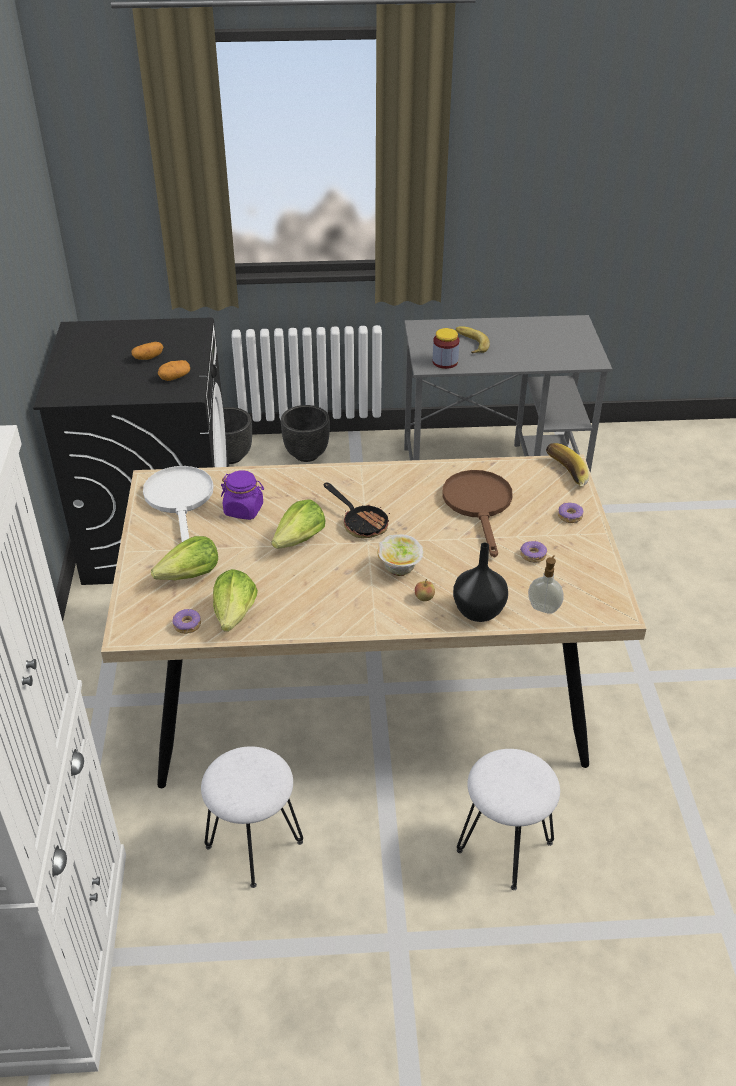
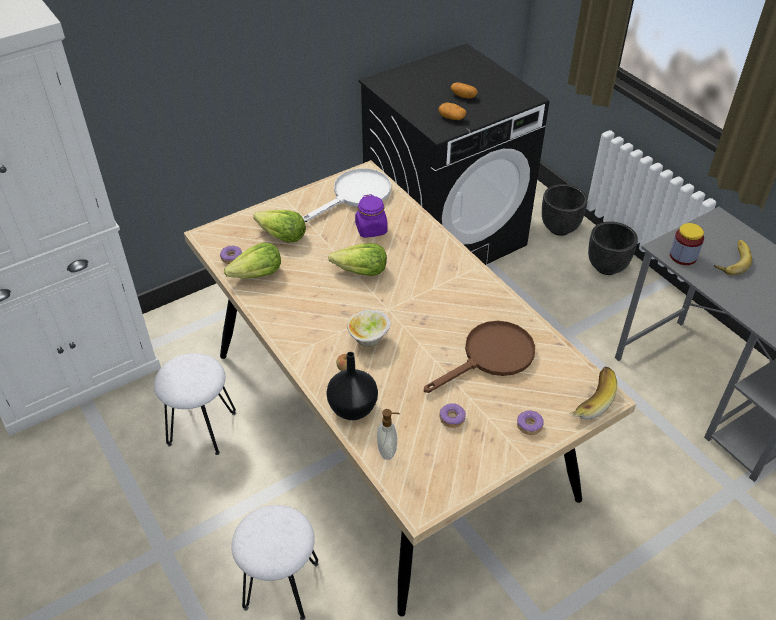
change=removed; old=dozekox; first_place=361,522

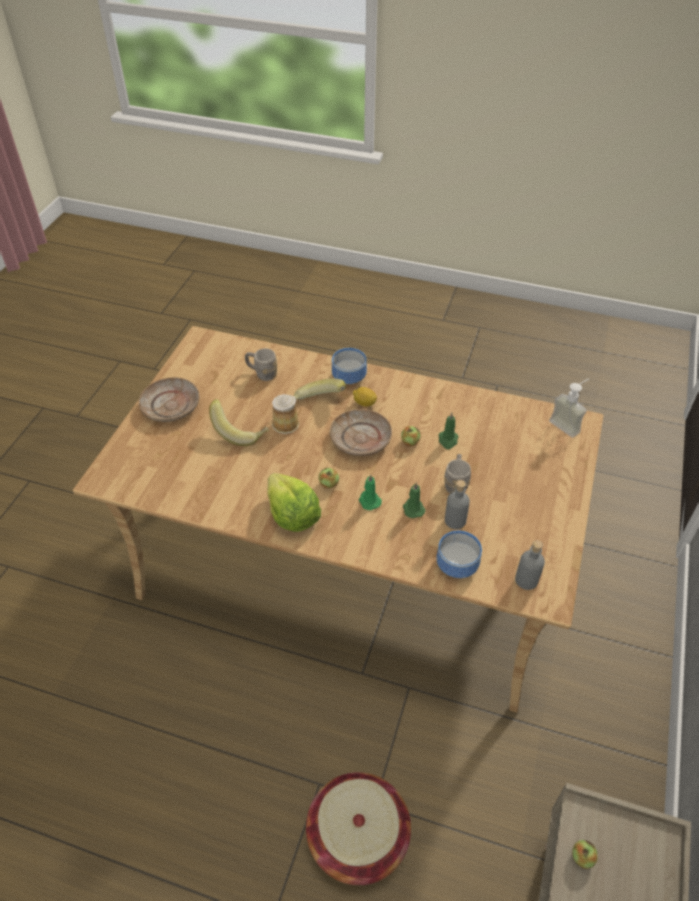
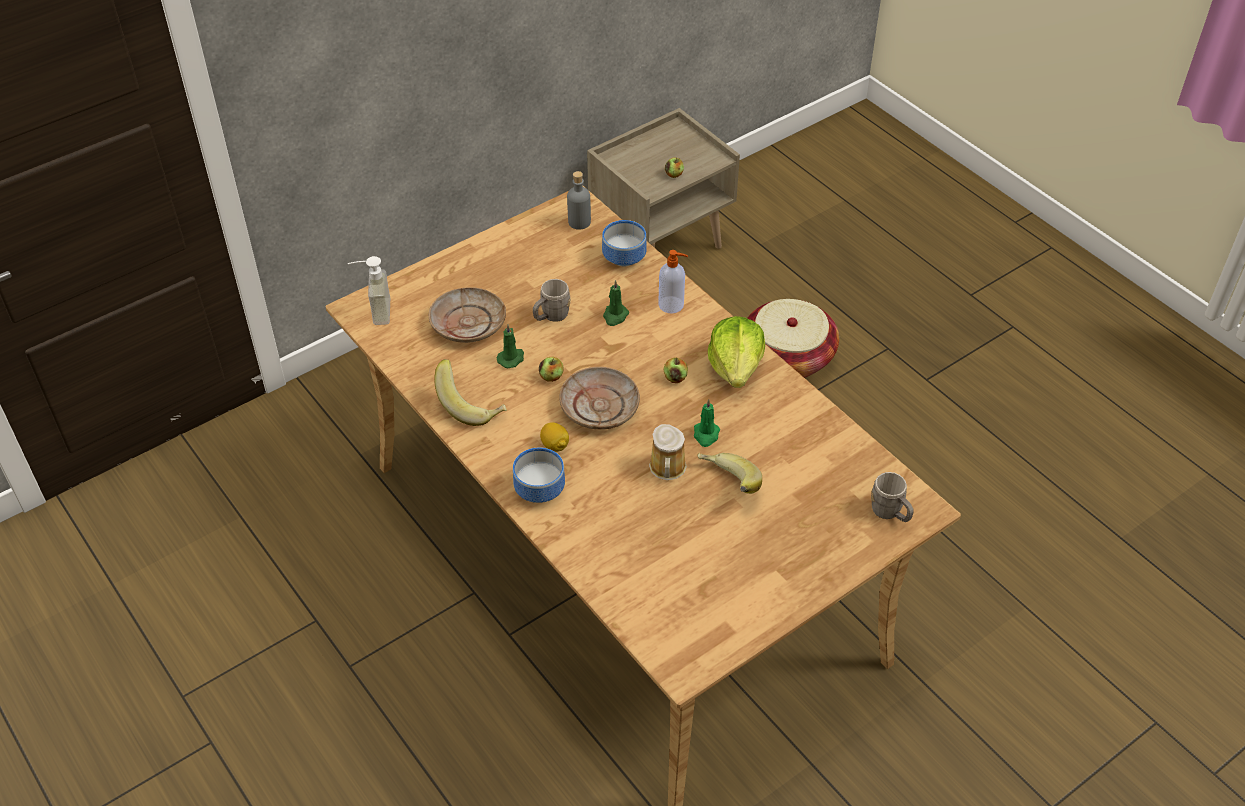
change=moved; old=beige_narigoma; first_place=171,406; second_place=467,323
change=moved; old=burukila; first_place=316,404; second_place=471,406
change=added; new=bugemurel; second_place=672,305
change=moved; old=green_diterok; first_place=369,500; second_place=706,435
change=moved; old=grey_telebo; first_place=262,373; second_place=890,513
change=removed; old=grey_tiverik; first_place=455,520

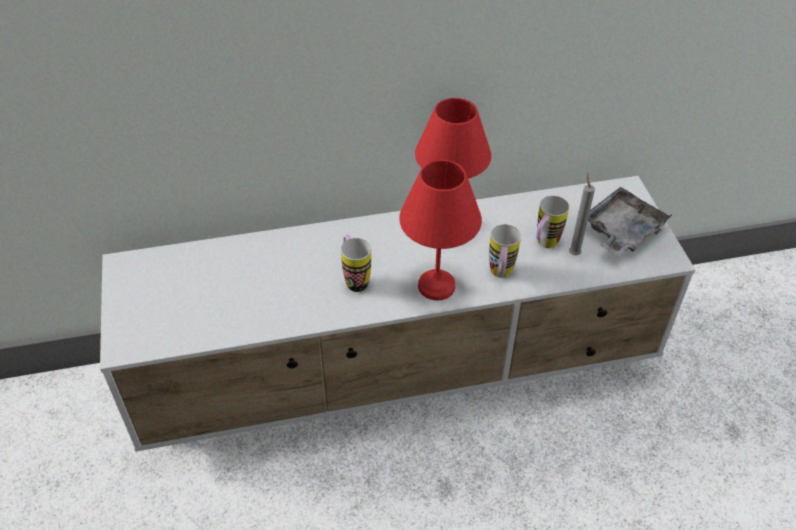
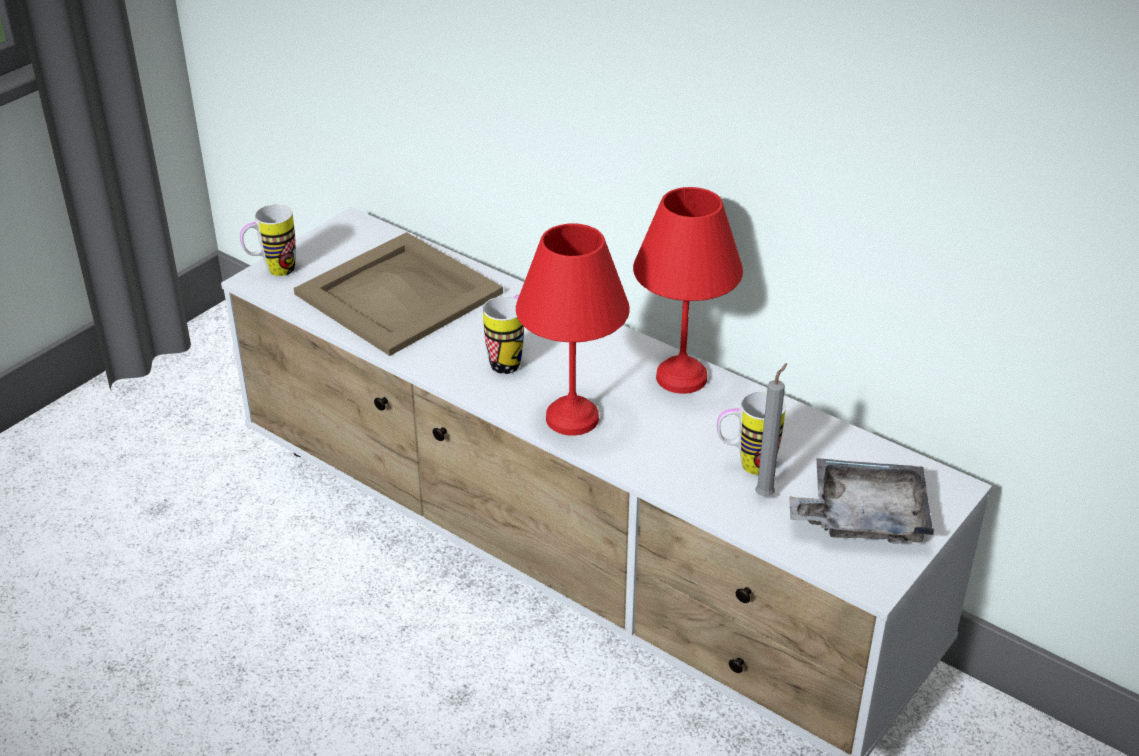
change=moved; old=telebo; first_place=500,275; second_place=272,271
change=added; new=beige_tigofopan; second_place=400,293

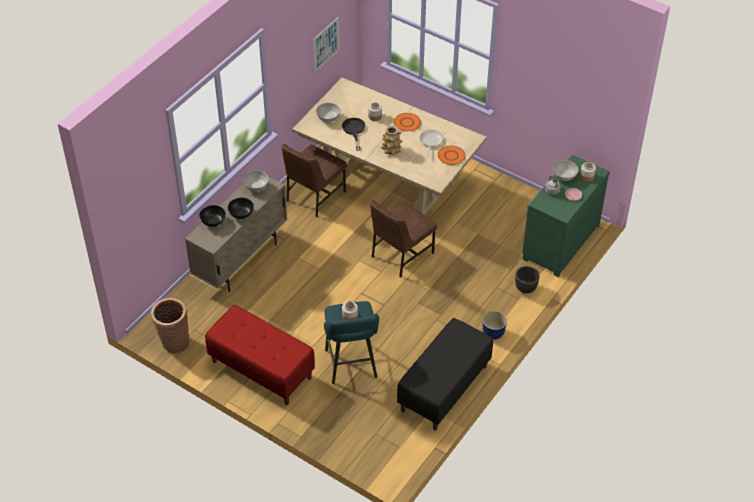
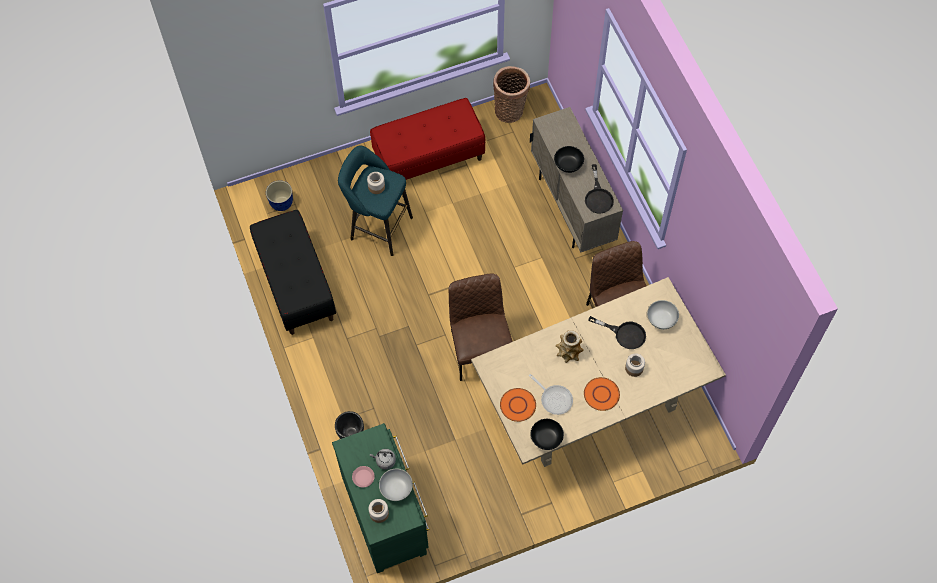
change=moved; old=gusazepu; first_place=493,333; second_place=282,203
change=moved; old=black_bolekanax; first_place=213,222; second_place=546,439
change=replaced; old=white_bolekanax; new=black_dozekox; first_place=256,187; second_place=598,197
change=removed; old=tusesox; first_place=326,44

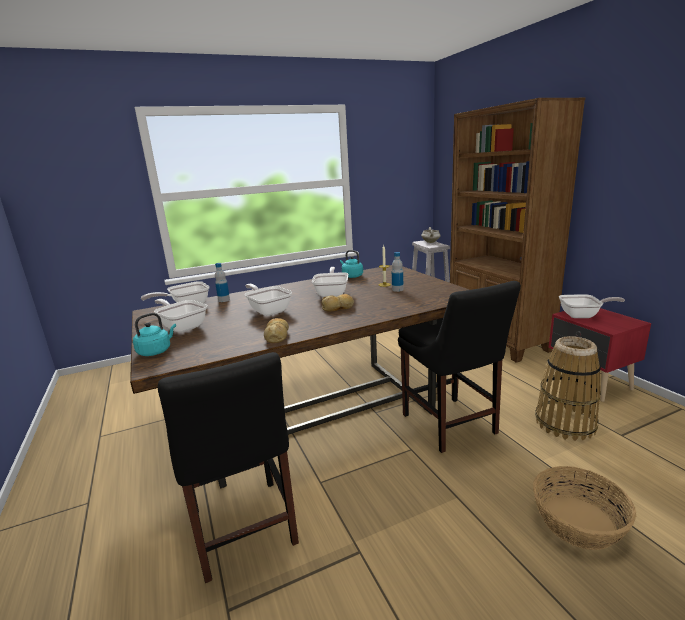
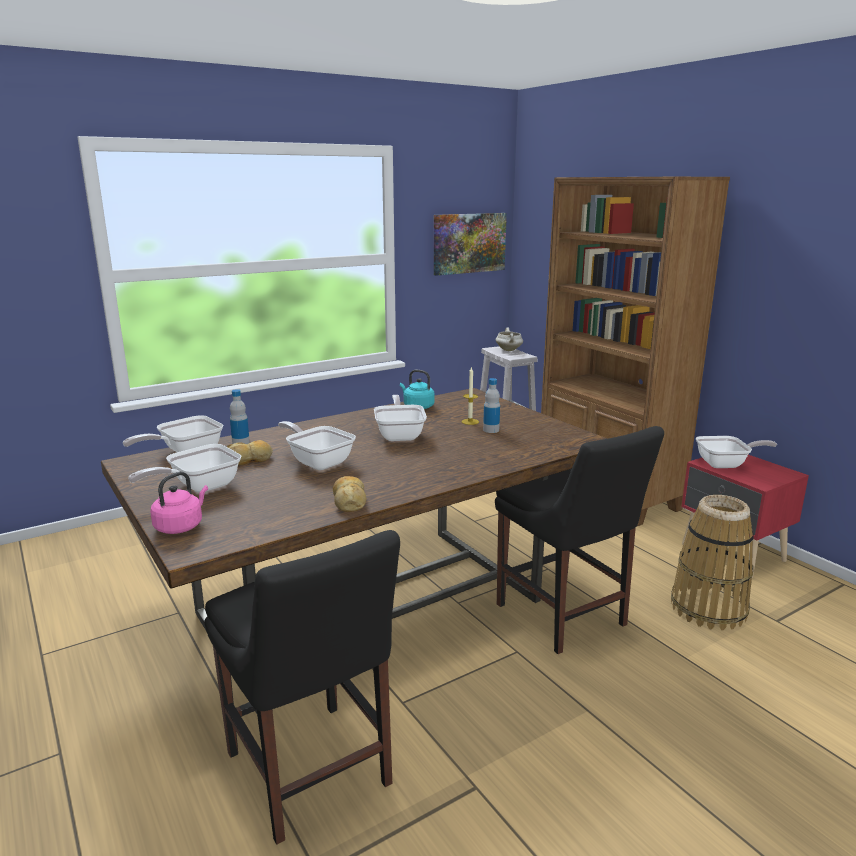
change=turned; old=dozekox; first_place=182,326; second_place=199,487; degrees=-75
change=recoloured; old=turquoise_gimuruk; new=pink_gimuruk; first_place=156,351; second_place=181,526
change=moved; old=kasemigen; first_place=338,308; second_place=250,460
change=added; new=tusesox; second_place=469,243
change=removed; old=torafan; first_place=577,521

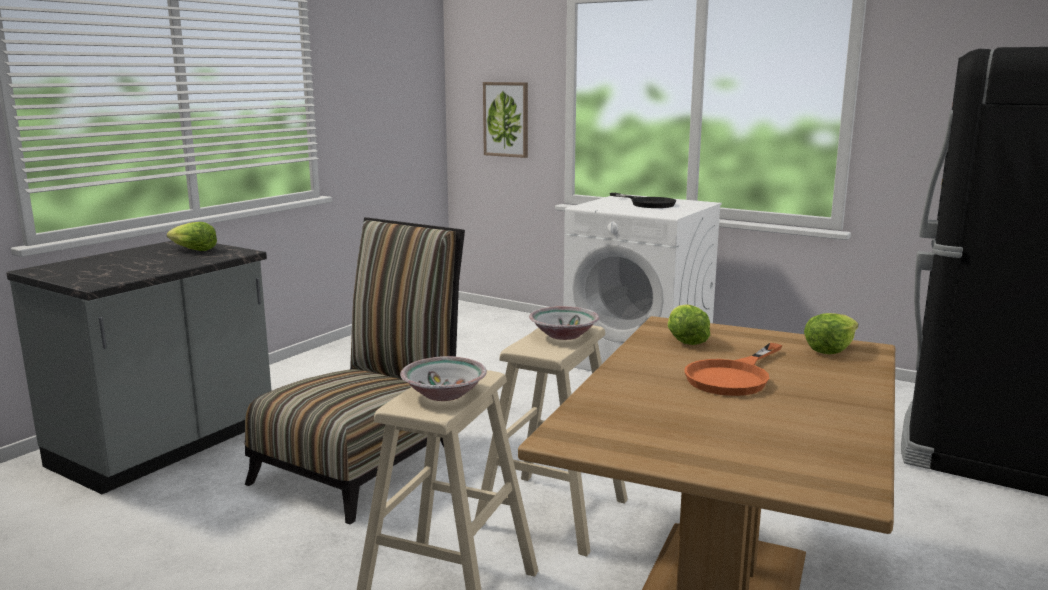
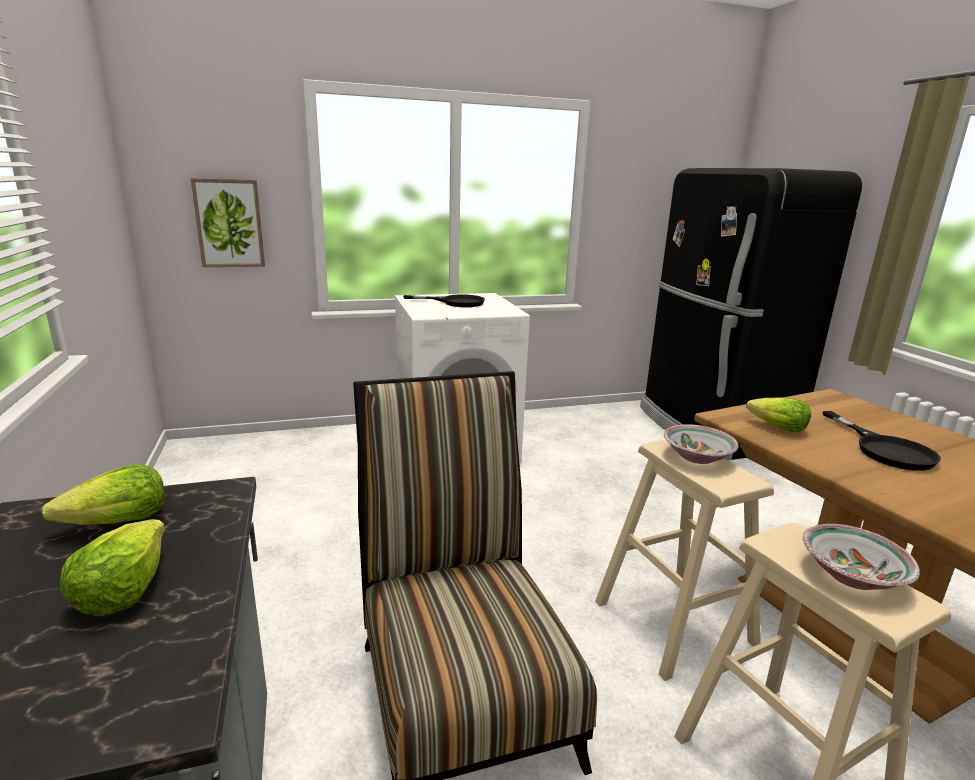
change=moved; old=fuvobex; first_place=829,349; second_place=122,589
change=recoloured; old=orange_dozekox; new=black_dozekox; first_place=733,376; second_place=885,449

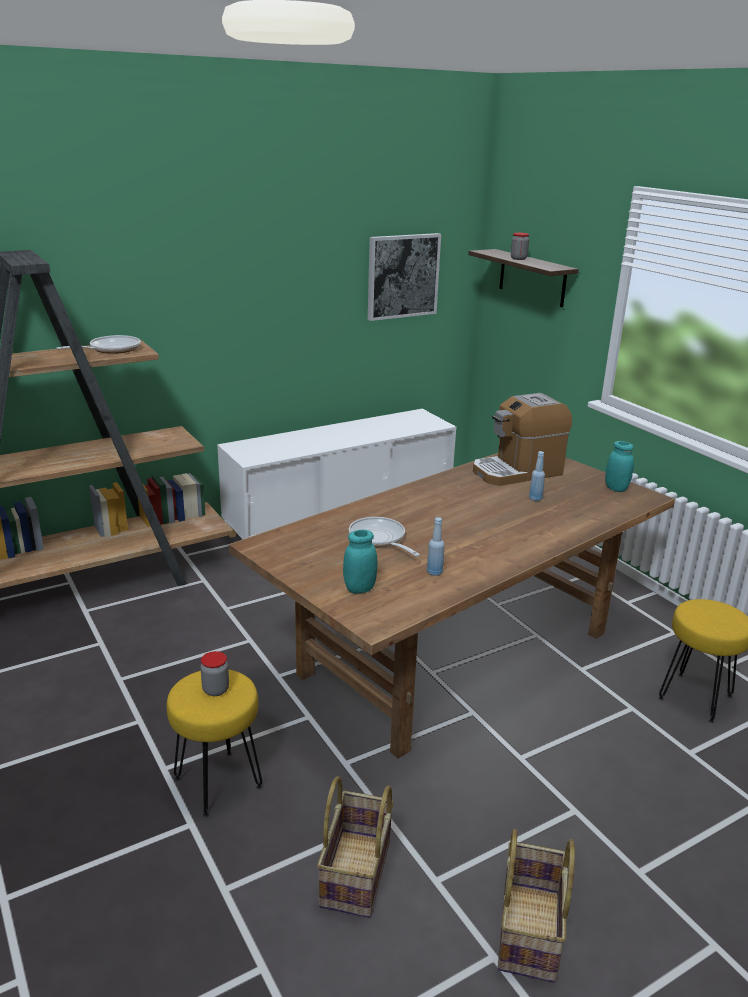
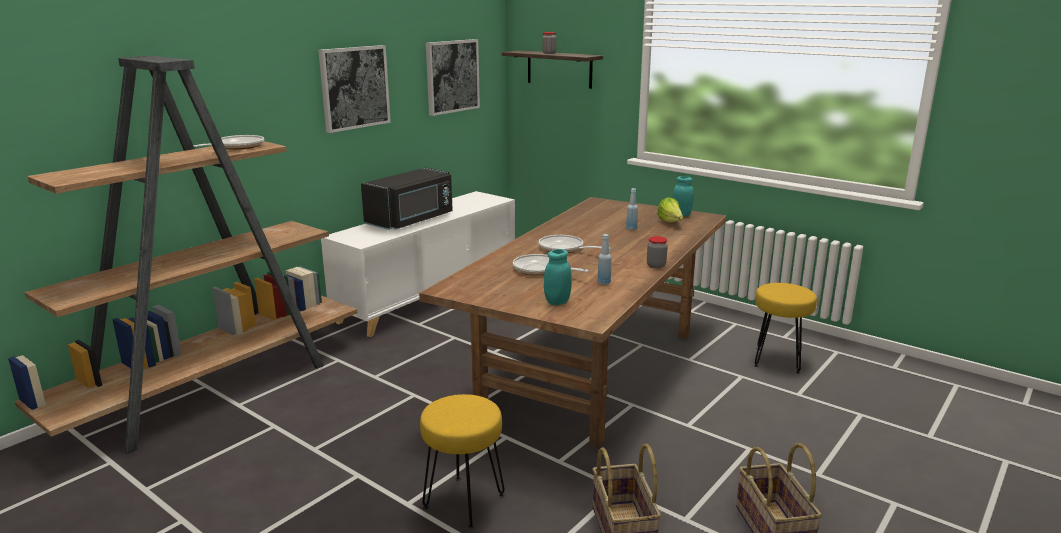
change=added; new=tusesox; second_place=354,87
change=added; new=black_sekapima; second_place=412,220
change=added; new=dozekox; second_place=564,249
change=moved; old=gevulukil; first_place=215,690; second_place=656,265
change=added; new=fuvobex; second_place=671,223
change=removed; old=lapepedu; first_place=517,471

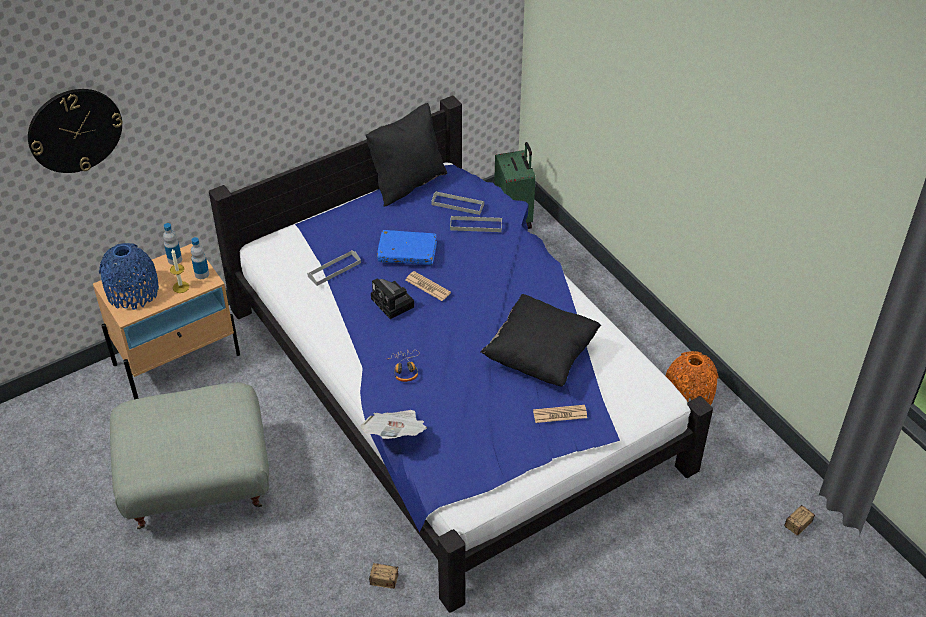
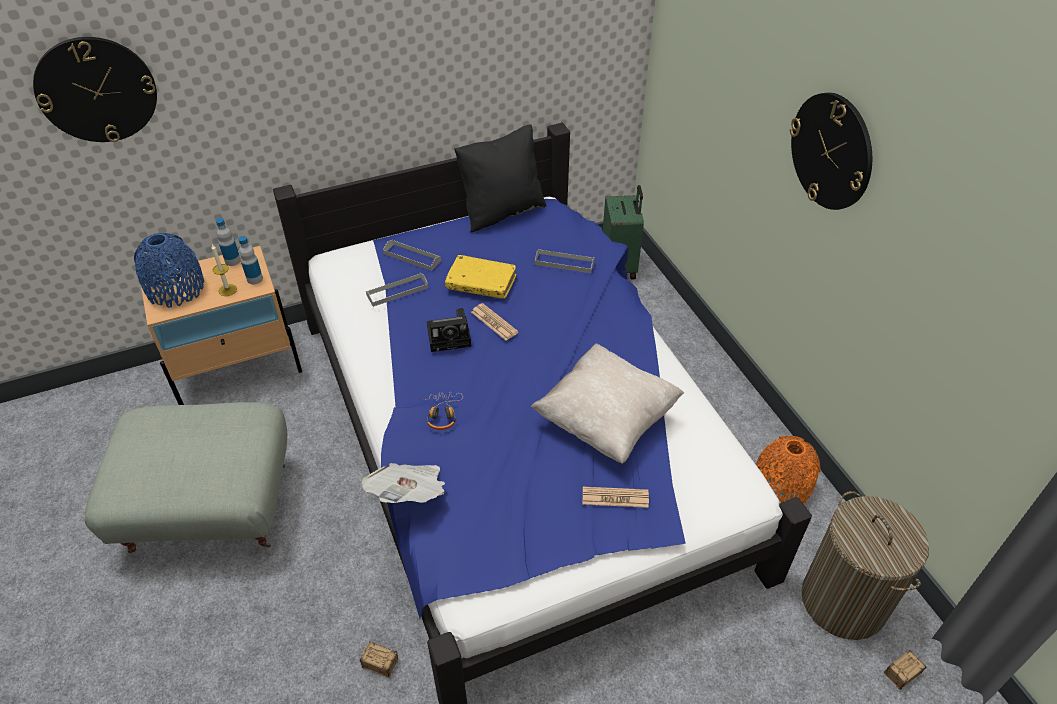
change=moved; old=grey_tigofopan; first_place=457,204; second_place=412,257
change=turned; old=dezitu; first_place=394,304; second_place=451,337; degrees=-75
change=recoloured; old=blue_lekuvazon; new=yellow_lekuvazon; first_place=407,253; second_place=481,283
change=recoloured; old=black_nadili; new=beige_nadili; first_place=540,356; second_place=606,420
change=added; new=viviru; second_place=831,151
change=added; new=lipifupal; second_place=843,601

